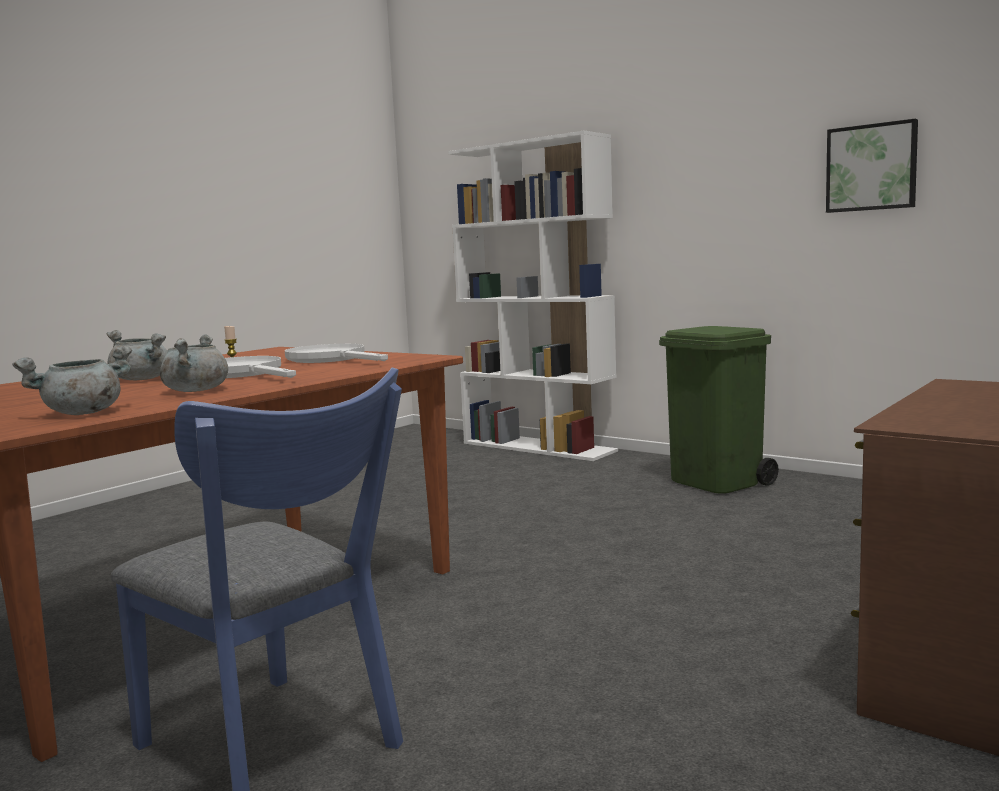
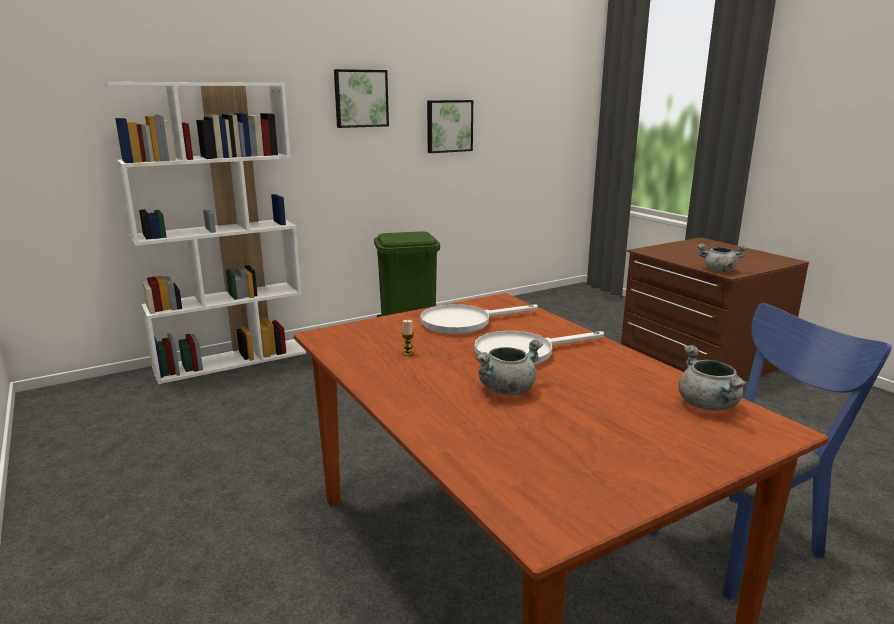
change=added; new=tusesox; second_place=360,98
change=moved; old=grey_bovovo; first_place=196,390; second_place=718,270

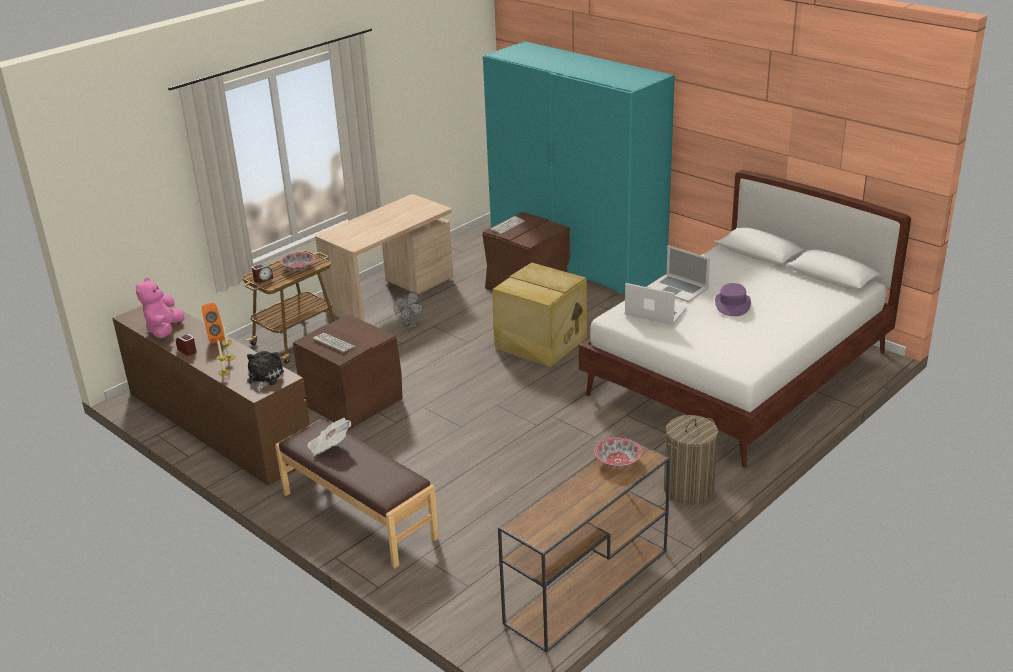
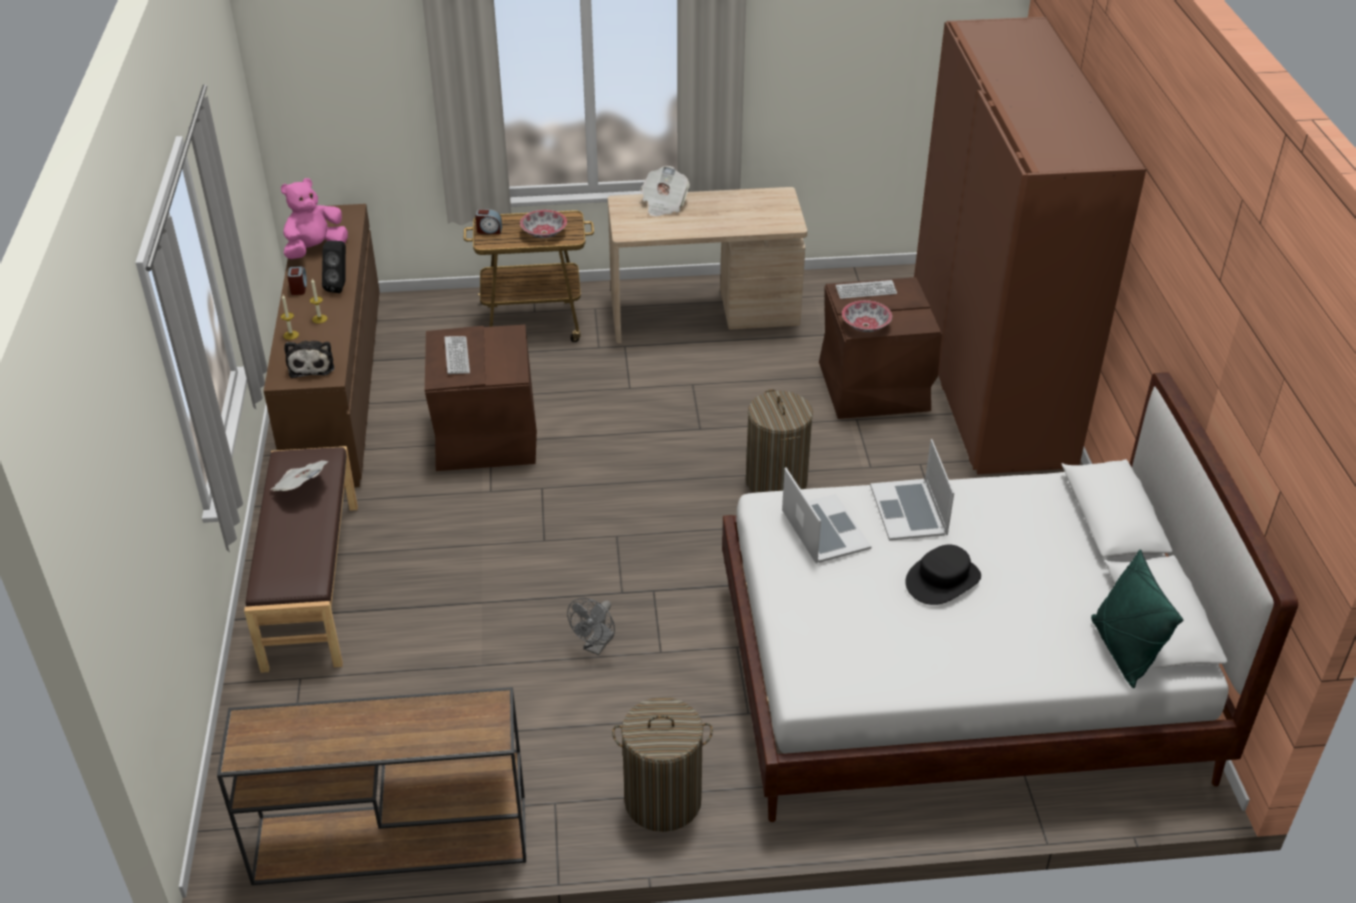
change=turned; old=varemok; first_place=264,378; second_place=312,365; degrees=120
change=recoloured; old=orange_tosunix; new=black_tosunix; first_place=214,339; second_place=340,286
change=moved; old=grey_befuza; first_place=410,325; second_place=596,646
change=added; new=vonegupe; second_place=664,204
change=replaced; old=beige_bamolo; new=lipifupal; first_place=541,343; second_place=776,481
change=moved; old=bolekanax; first_place=618,461; second_place=865,326
change=recoloured; old=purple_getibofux; new=black_getibofux; first_place=732,304; second_place=942,580
change=recoloured; old=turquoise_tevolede; new=brown_tevolede; first_place=576,259; second_place=988,378
change=added; new=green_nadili; second_place=1123,651

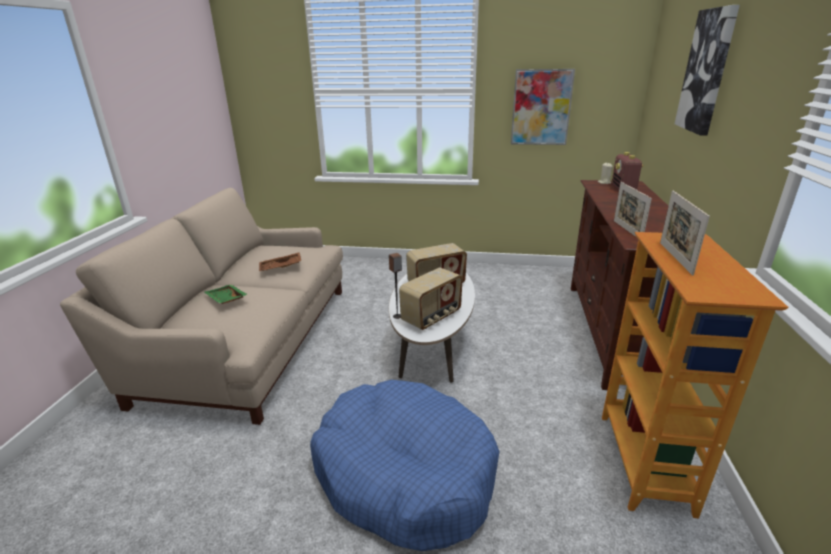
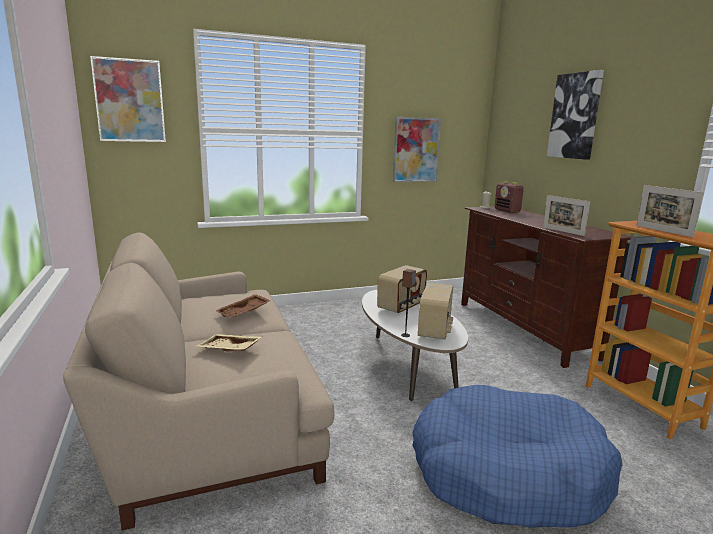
change=added; new=tusesox; second_place=129,101
change=recoloured; old=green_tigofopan; new=beige_tigofopan; first_place=225,300; second_place=228,350

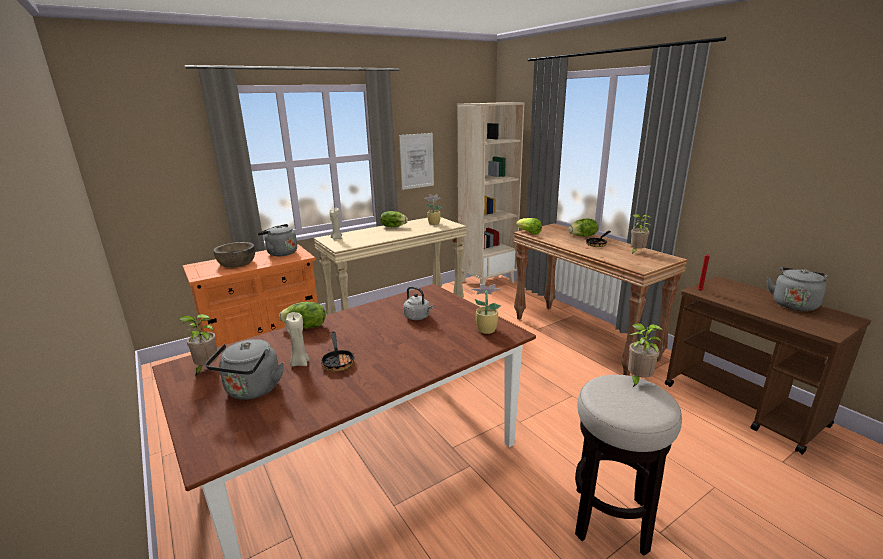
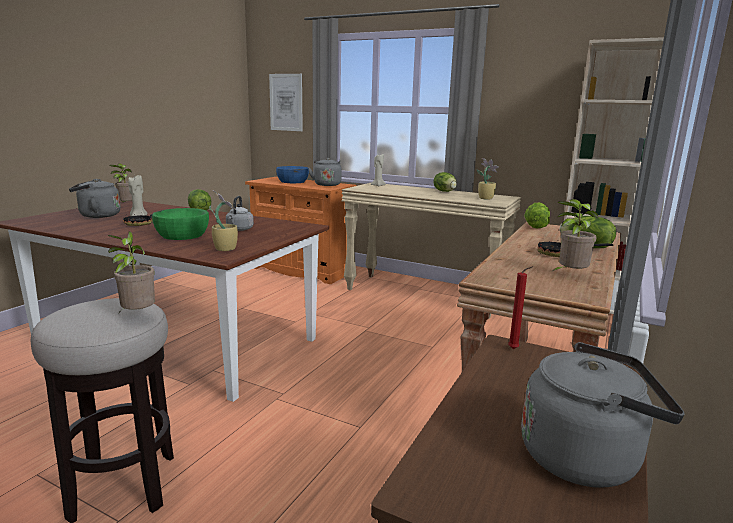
change=added; new=green_bolekanax; second_place=182,235
change=moved; old=tusesox; first_place=416,161; second_place=286,102
change=recoloured; old=brown_bolekanax; new=blue_bolekanax; first_place=237,263; second_place=293,181

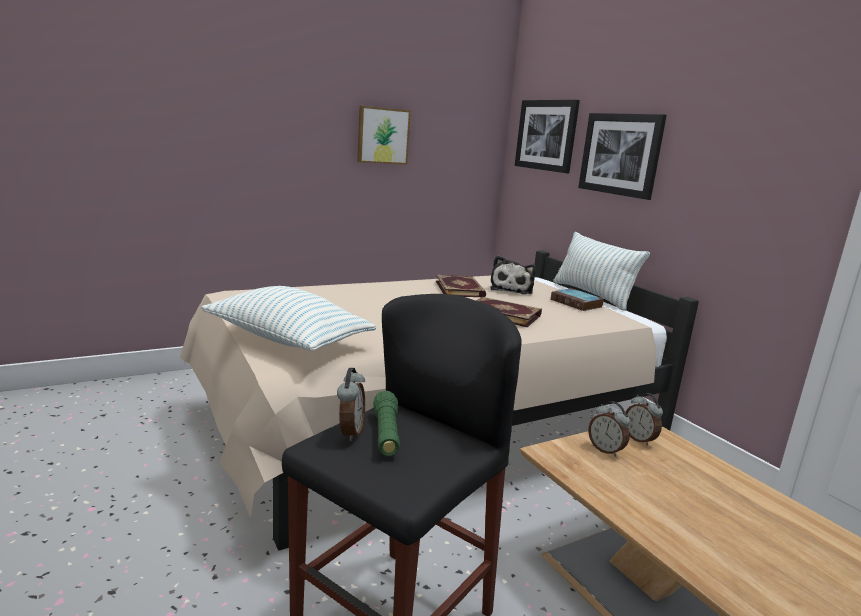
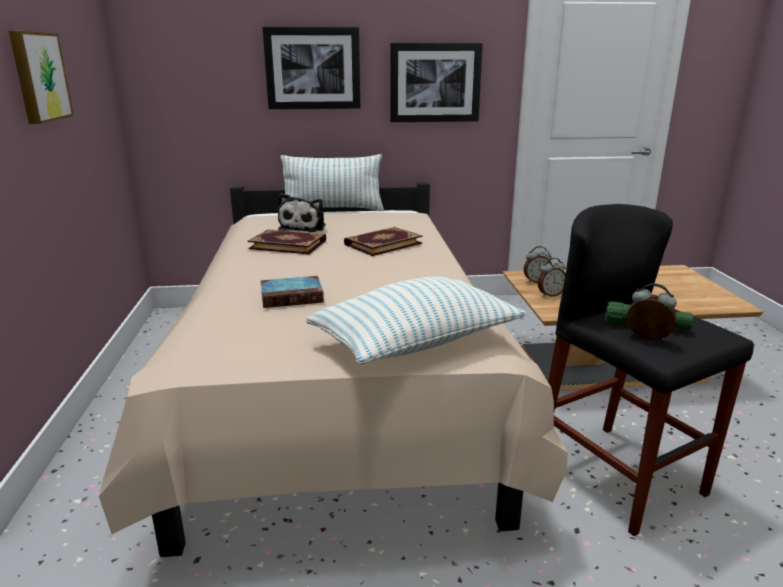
change=moved; old=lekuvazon; first_place=577,303; second_place=293,296
change=turned; old=varemok; first_place=512,289; second_place=304,227; degrees=60
change=moved; old=tusesox; first_place=546,135; second_place=435,83

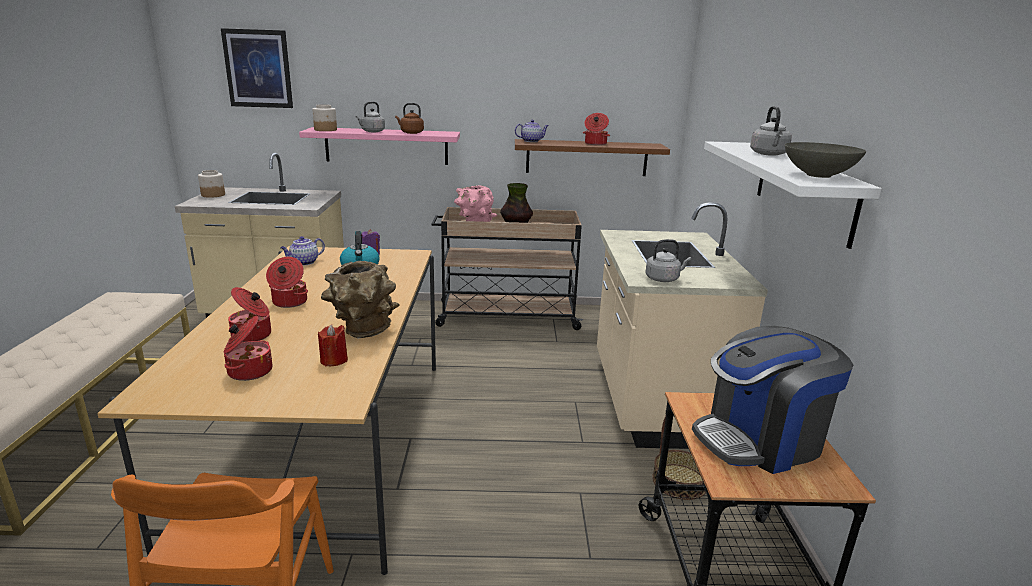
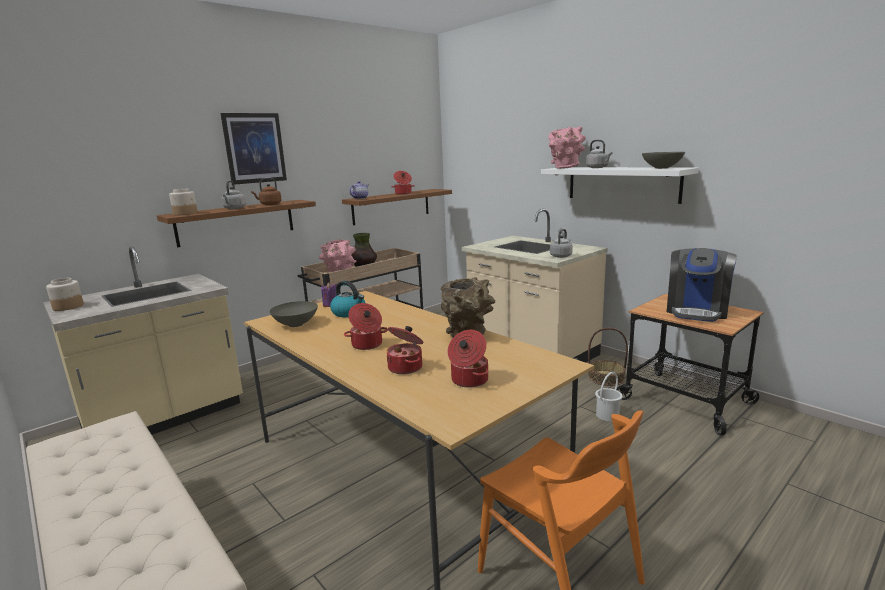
change=recoloured; old=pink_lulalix; new=brown_lulalix; first_place=386,146; second_place=236,222
change=moved; old=tusesox; first_place=258,69; second_place=254,148
change=replaced; old=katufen; new=grey_bolekanax; first_place=304,262; second_place=296,325
change=added; new=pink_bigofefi; second_place=565,168
change=added; new=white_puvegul; second_place=608,415
change=removed; old=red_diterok; first_place=334,360

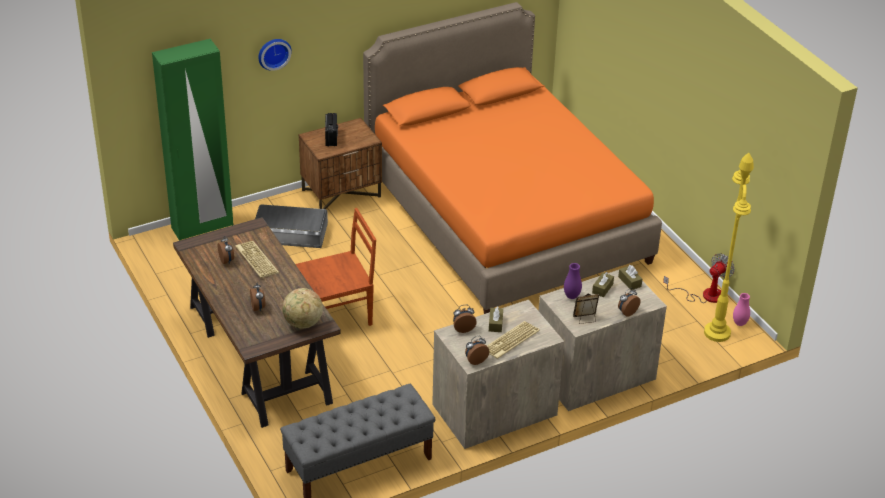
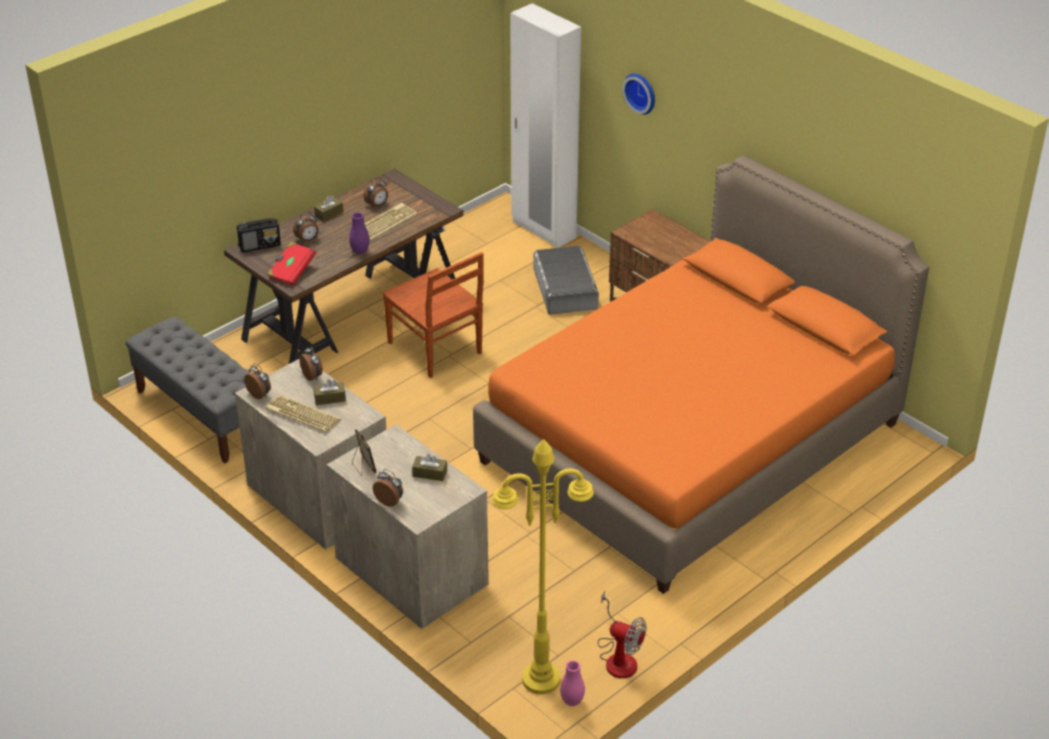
change=moved; old=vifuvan; first_place=331,137; second_place=260,245
change=replaced; old=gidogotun; new=red_lekuvazon; first_place=303,323; second_place=291,272
change=moved; old=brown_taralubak; first_place=629,281; second_place=329,214
change=moved; old=purple_bigofefi; first_place=571,296; second_place=360,252
change=recoloured; old=green_tevolede; new=white_tevolede; first_place=202,227; second_place=543,230

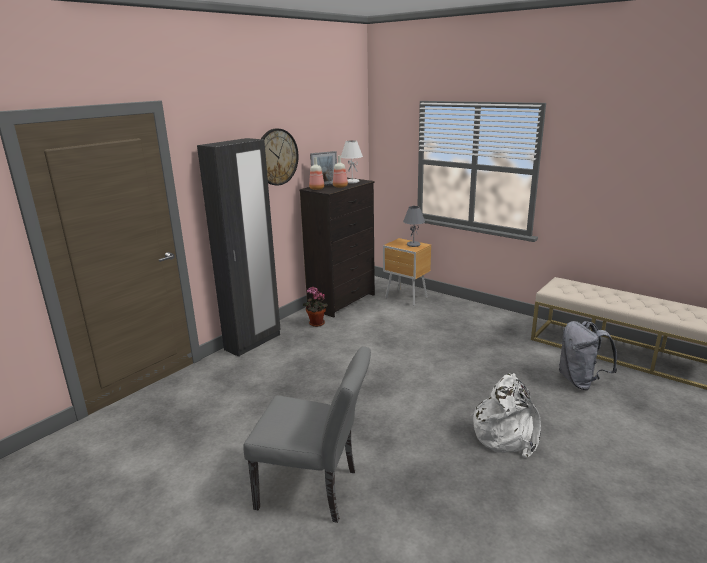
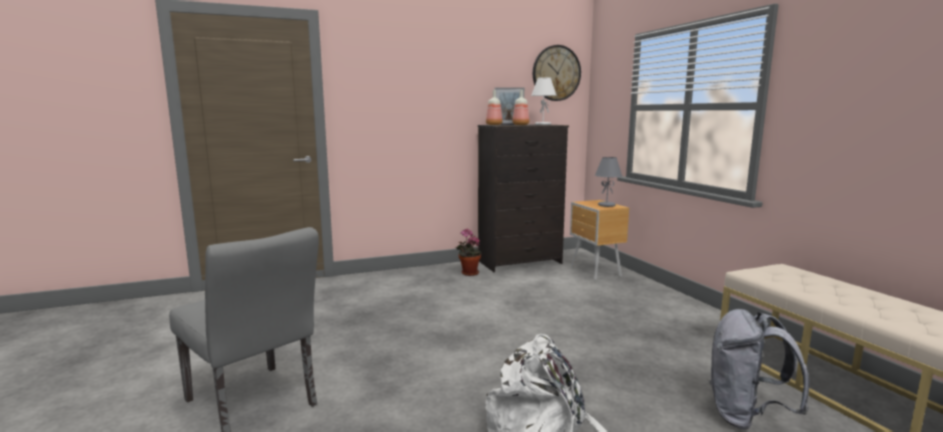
change=moved; old=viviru; first_place=276,157; second_place=556,73
change=removed; old=black_tevolede; first_place=253,342

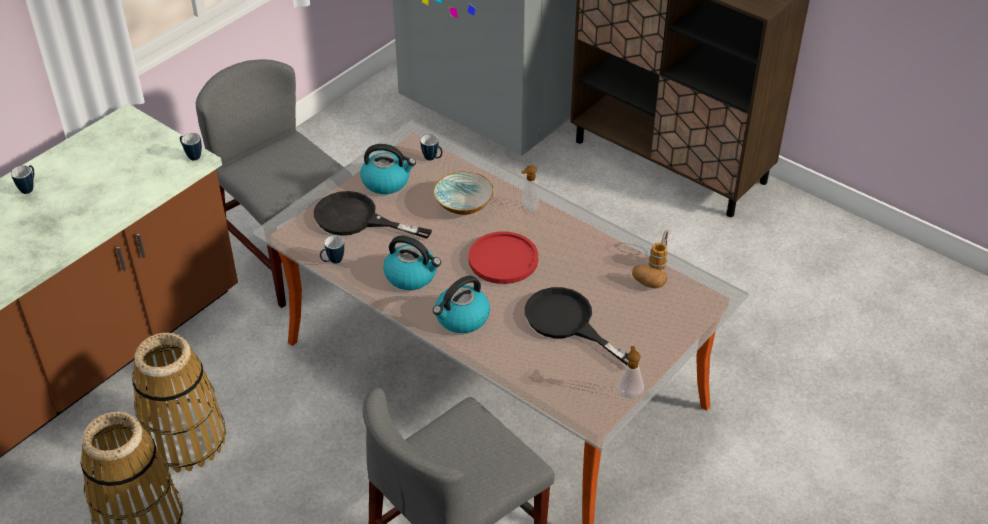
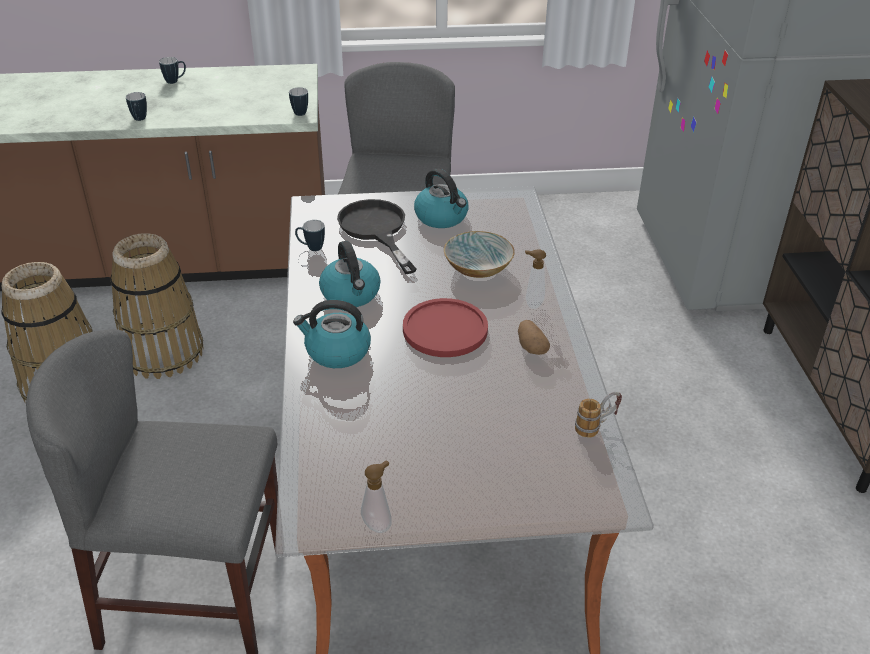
change=moved; old=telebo; first_place=432,158; second_place=139,120
change=moved; old=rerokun; first_place=648,283; second_place=531,347
change=removed; old=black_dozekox; first_place=568,323

